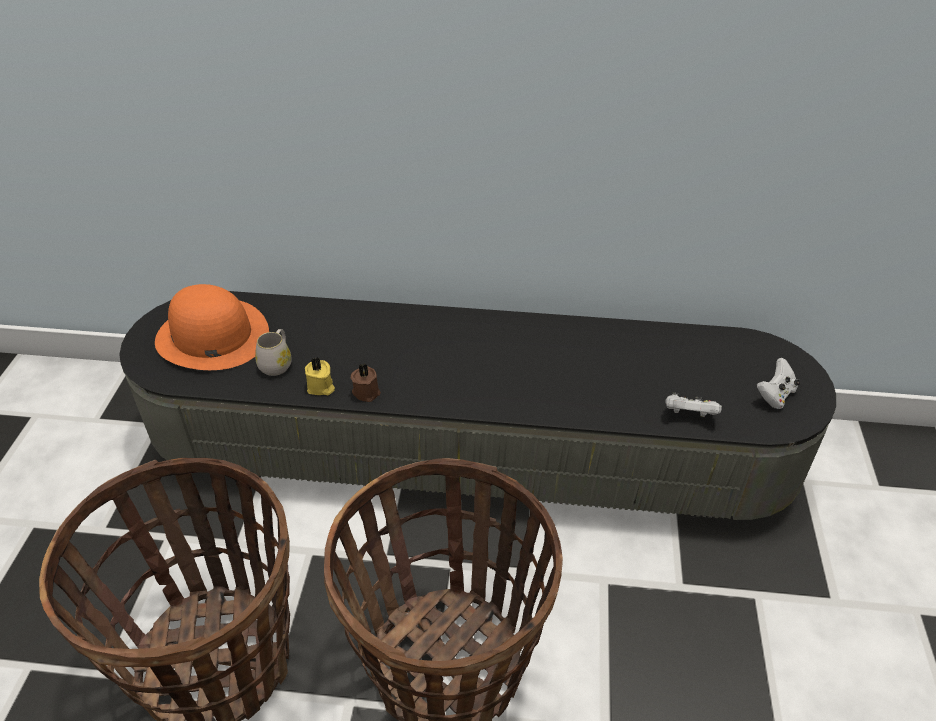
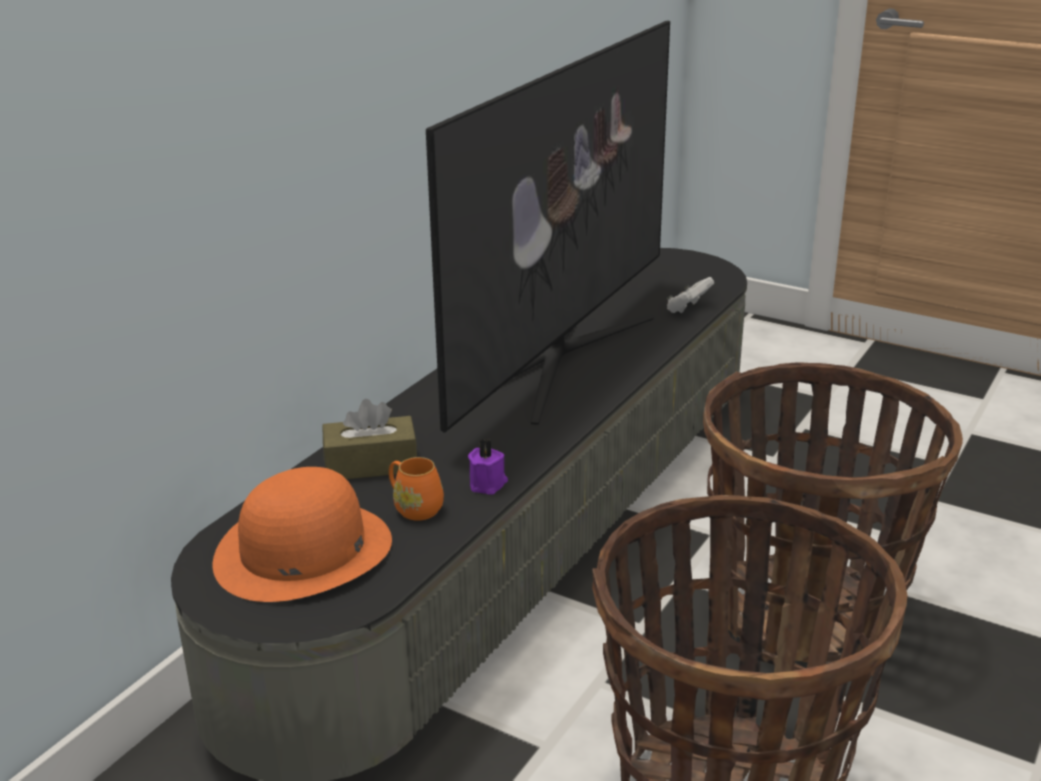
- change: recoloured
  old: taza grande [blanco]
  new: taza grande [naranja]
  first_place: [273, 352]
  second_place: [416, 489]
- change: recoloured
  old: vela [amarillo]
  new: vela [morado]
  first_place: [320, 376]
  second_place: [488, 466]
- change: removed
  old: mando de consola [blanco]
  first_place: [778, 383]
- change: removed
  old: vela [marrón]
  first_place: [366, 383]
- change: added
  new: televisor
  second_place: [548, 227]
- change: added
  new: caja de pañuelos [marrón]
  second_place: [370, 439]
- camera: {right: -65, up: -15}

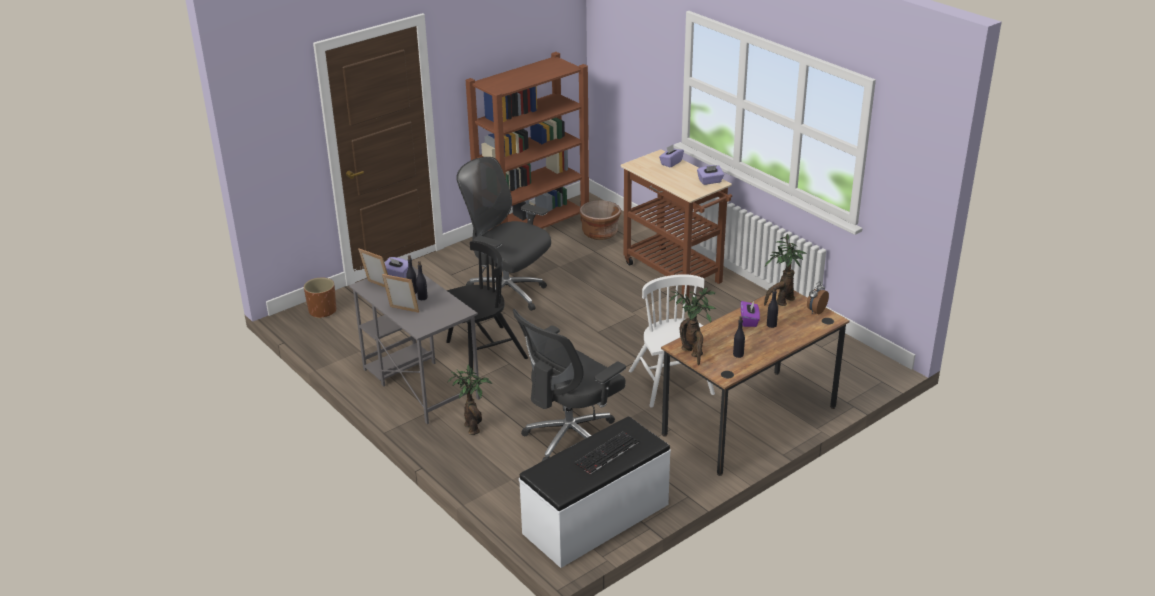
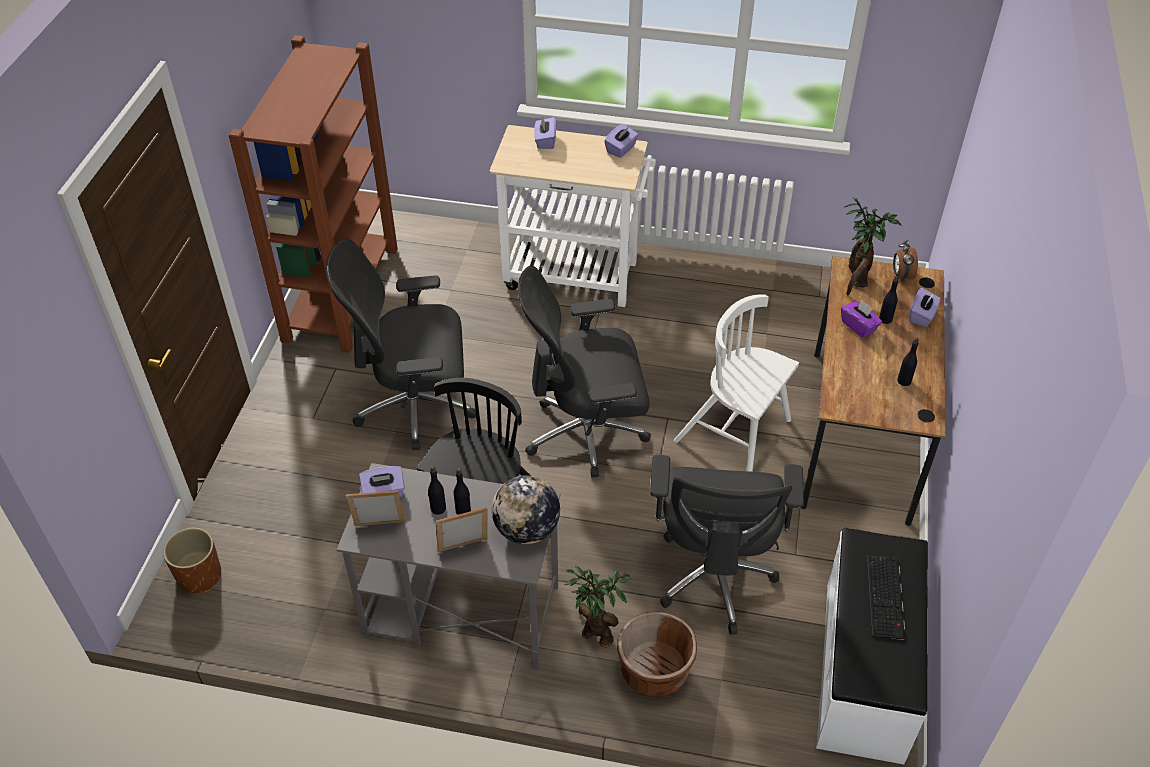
- change: recoloured
  old: carrito [marrón]
  new: carrito [blanco]
  first_place: [676, 223]
  second_place: [573, 216]
- change: moved
  old: maceta [marrón]
  first_place: [600, 220]
  second_place: [657, 653]
- change: removed
  old: planta en maceta
  first_place: [692, 326]
- change: added
  new: silla de oficina
  second_place: [584, 371]
- change: added
  new: caja de pañuelos [morado]
  second_place: [925, 307]
- change: added
  new: globo terráqueo
  second_place: [526, 509]
- camera: {right: -40, up: 15}

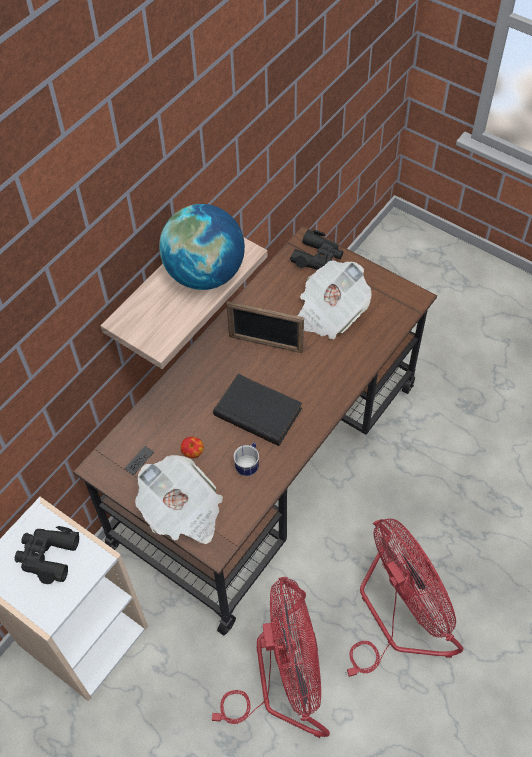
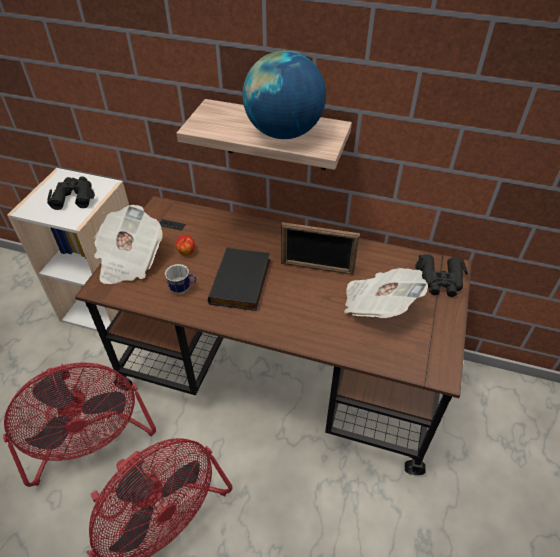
- change: turned
  old: portarretratos
  first_place: [265, 327]
  second_place: [320, 248]
  degrees: -75
- camera: {right: 70, up: -10}

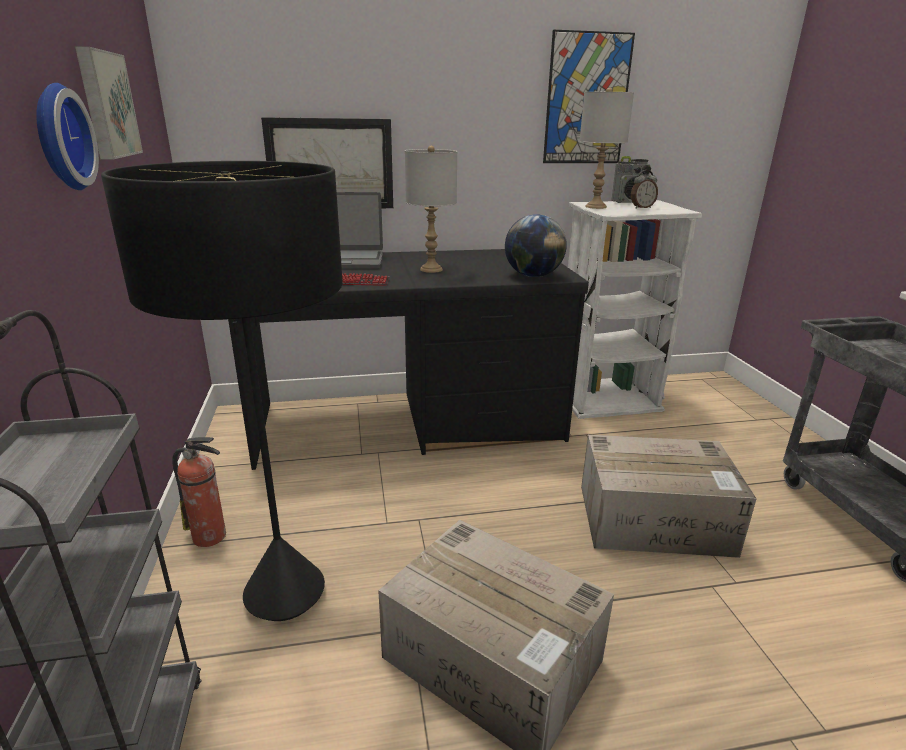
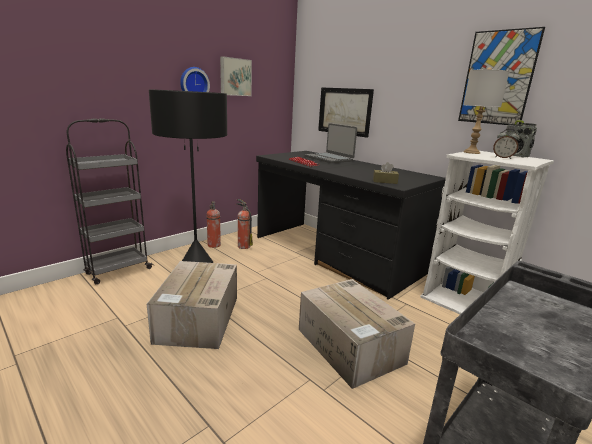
- change: removed
  old: lámpara de mesa [gris]
  first_place: [431, 209]
- change: replaced
  old: globo terráqueo
  new: caja de pañuelos [marrón]
  first_place: [536, 245]
  second_place: [386, 173]
- change: added
  new: extintor
  second_place: [245, 224]
- camera: {right: 55, up: -5}

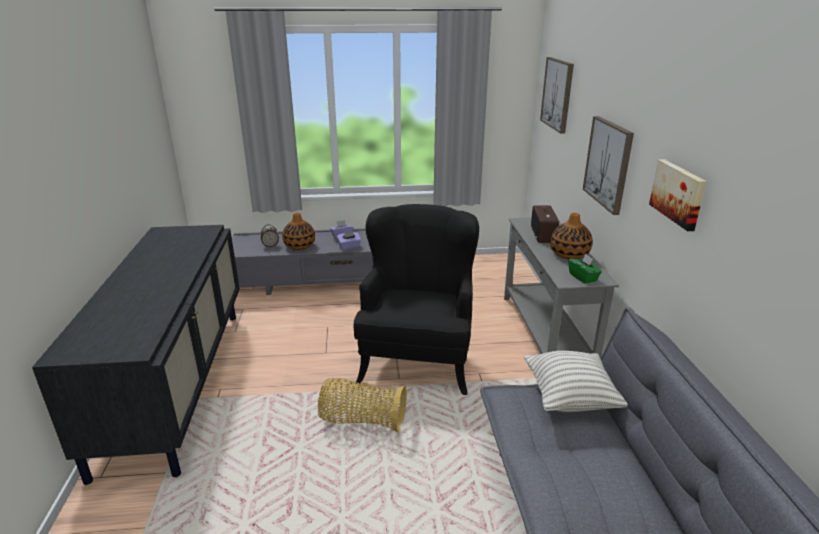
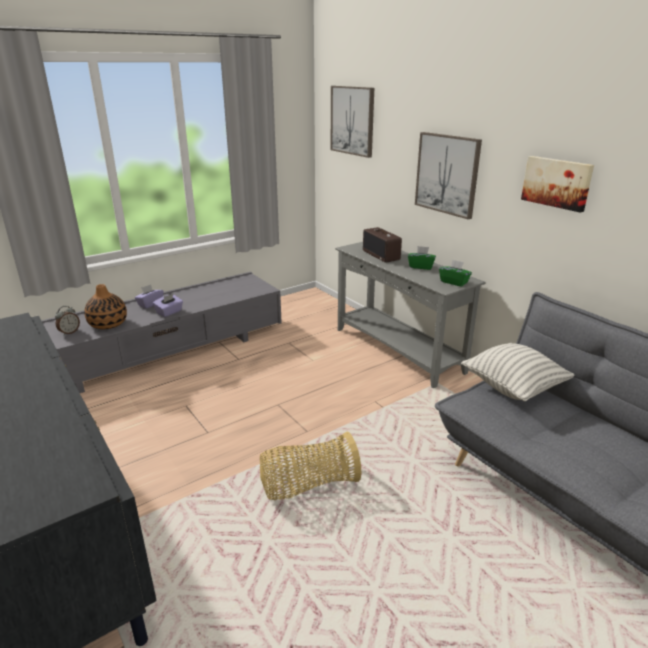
- change: removed
  old: sillón [negro]
  first_place: [416, 299]
- change: replaced
  old: florero
  new: caja de pañuelos [verde]
  first_place: [571, 236]
  second_place: [422, 258]
- camera: {right: -30, up: 0}

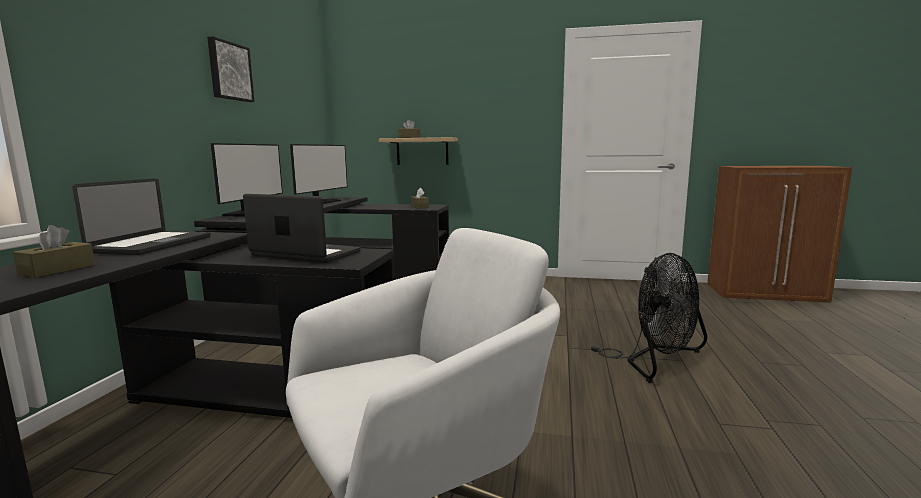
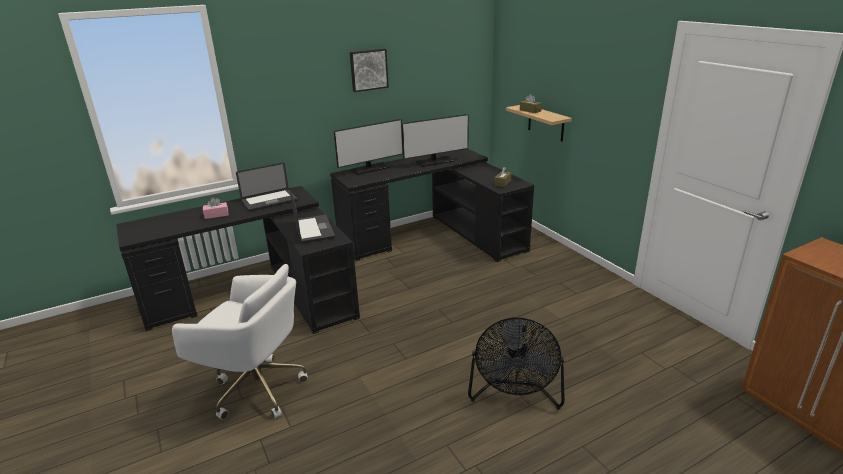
- change: recoloured
  old: caja de pañuelos [marrón]
  new: caja de pañuelos [rosa]
  first_place: [54, 251]
  second_place: [216, 208]
- camera: {right: 50, up: 15}

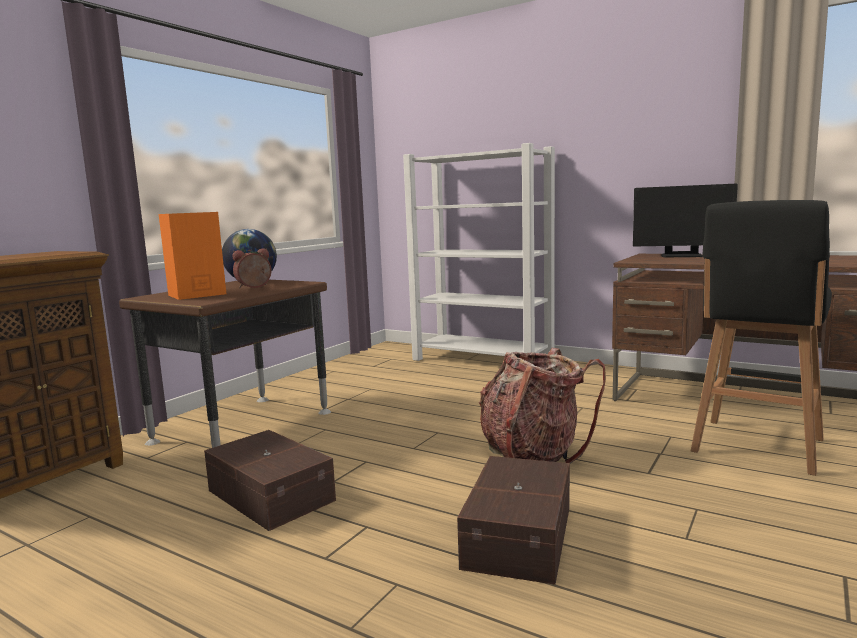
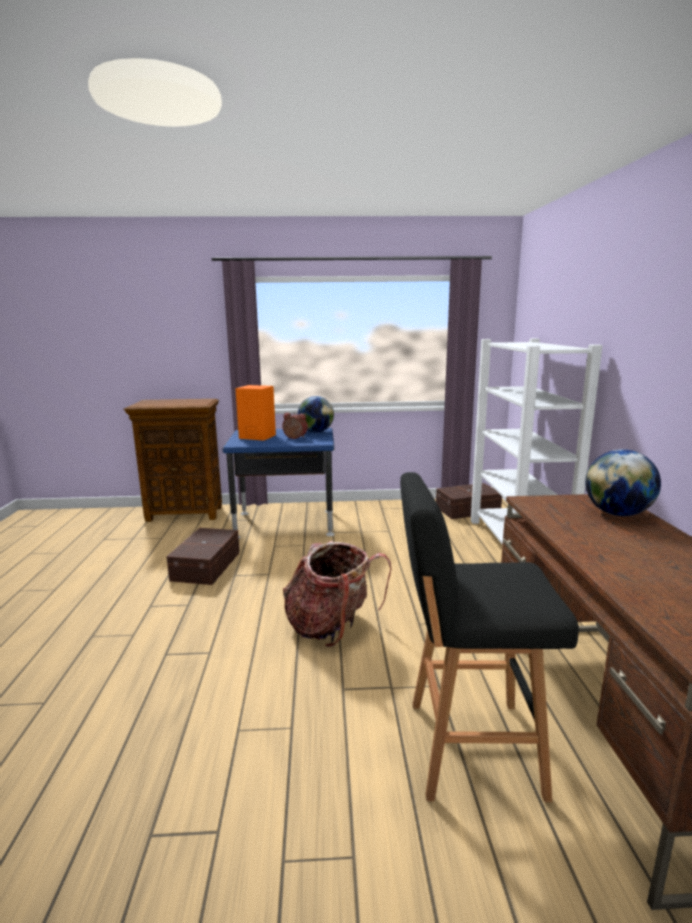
- change: replaced
  old: monitor
  new: globo terráqueo
  first_place: [685, 220]
  second_place: [623, 482]
- change: recoloured
  old: escritorio [marrón]
  new: escritorio [azul]
  first_place: [225, 364]
  second_place: [279, 483]
- change: moved
  old: caja de almacenaje [marrón]
  first_place: [513, 520]
  second_place: [469, 501]
- camera: {right: 55, up: 5}

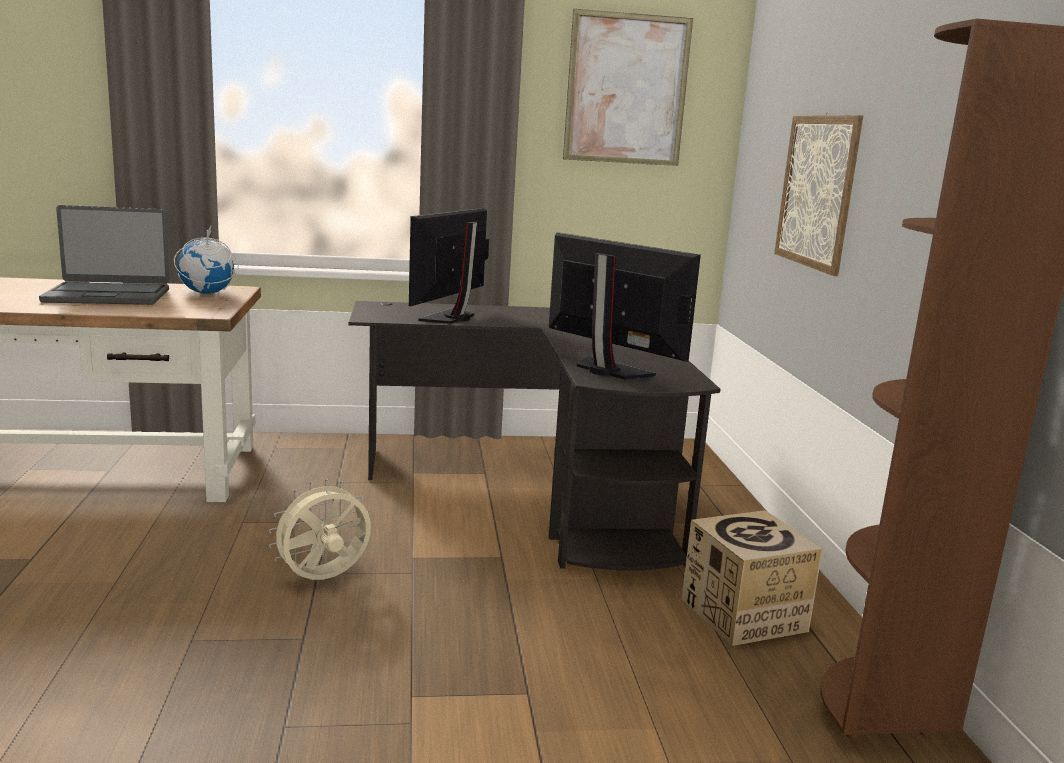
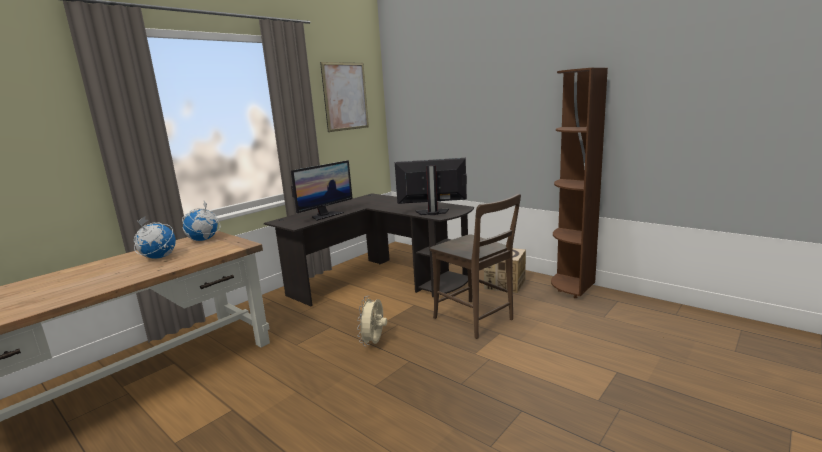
- change: removed
  old: cuadro
  first_place: [818, 194]
- change: replaced
  old: portátil
  new: globo terráqueo
  first_place: [104, 255]
  second_place: [155, 237]
- change: turned
  old: monitor
  first_place: [449, 266]
  second_place: [322, 190]
  degrees: -120
- change: added
  new: silla [marrón]
  second_place: [475, 266]
- camera: {right: -40, up: 0}

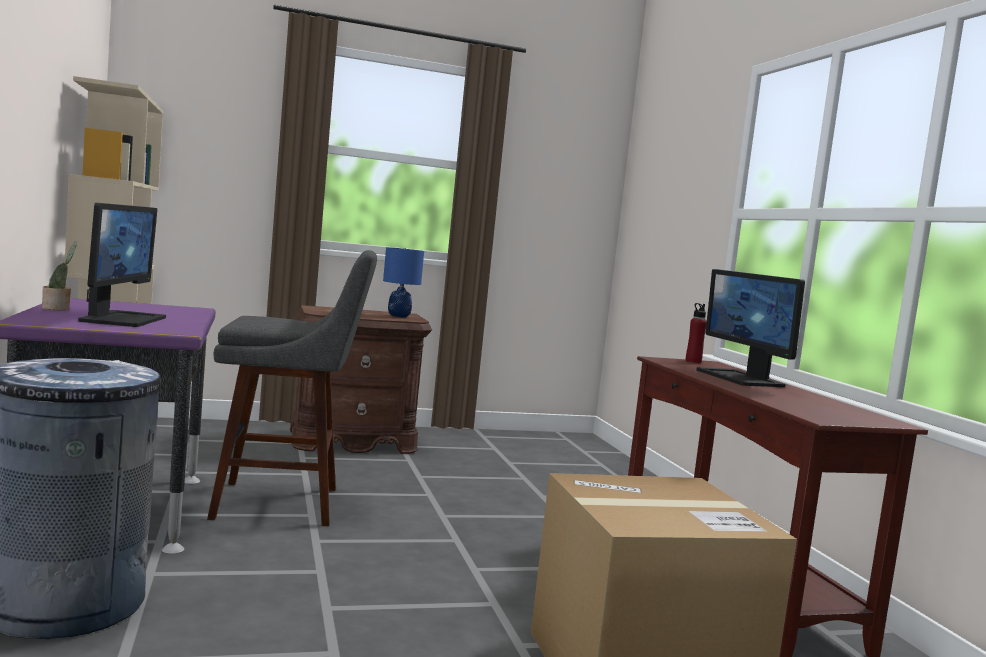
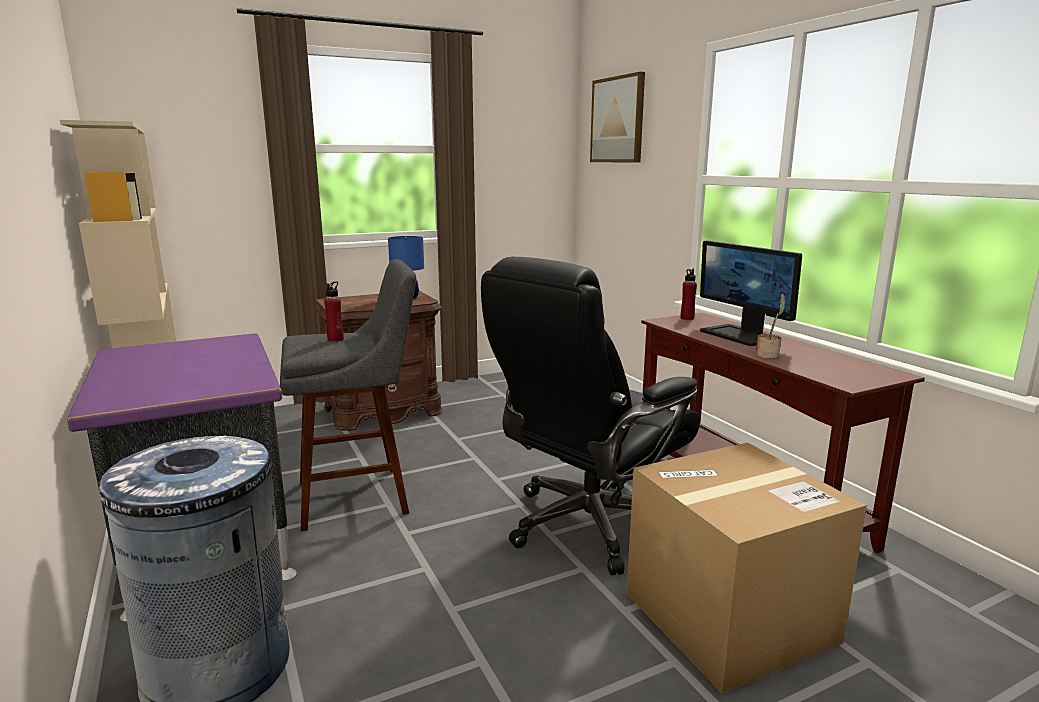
- change: removed
  old: monitor
  first_place: [122, 265]
- change: moved
  old: planta en maceta
  first_place: [59, 276]
  second_place: [770, 326]
- change: added
  new: cuadro
  second_place: [617, 117]
- change: added
  new: silla de oficina [negro]
  second_place: [590, 415]
- change: added
  new: botella [rojo]
  second_place: [334, 311]
- camera: {right: -10, up: 10}

